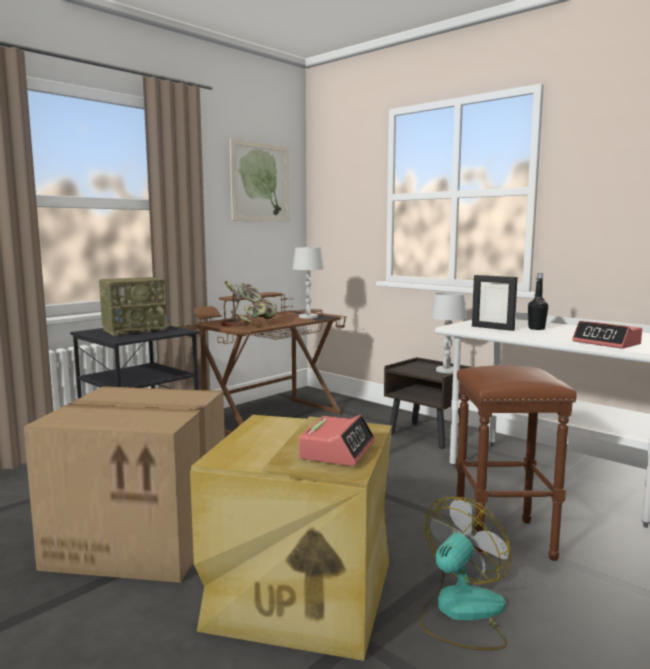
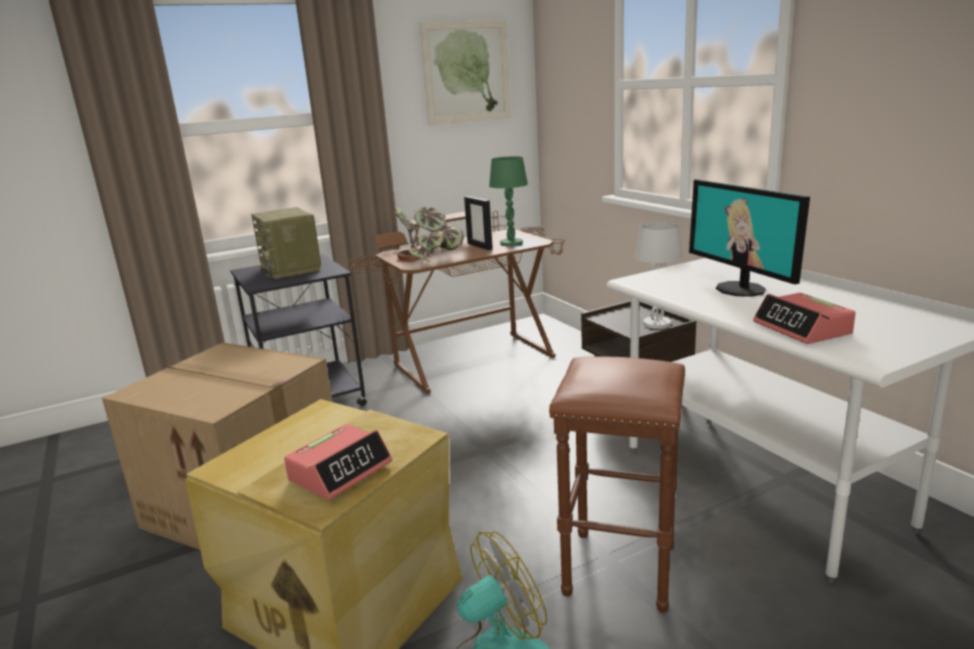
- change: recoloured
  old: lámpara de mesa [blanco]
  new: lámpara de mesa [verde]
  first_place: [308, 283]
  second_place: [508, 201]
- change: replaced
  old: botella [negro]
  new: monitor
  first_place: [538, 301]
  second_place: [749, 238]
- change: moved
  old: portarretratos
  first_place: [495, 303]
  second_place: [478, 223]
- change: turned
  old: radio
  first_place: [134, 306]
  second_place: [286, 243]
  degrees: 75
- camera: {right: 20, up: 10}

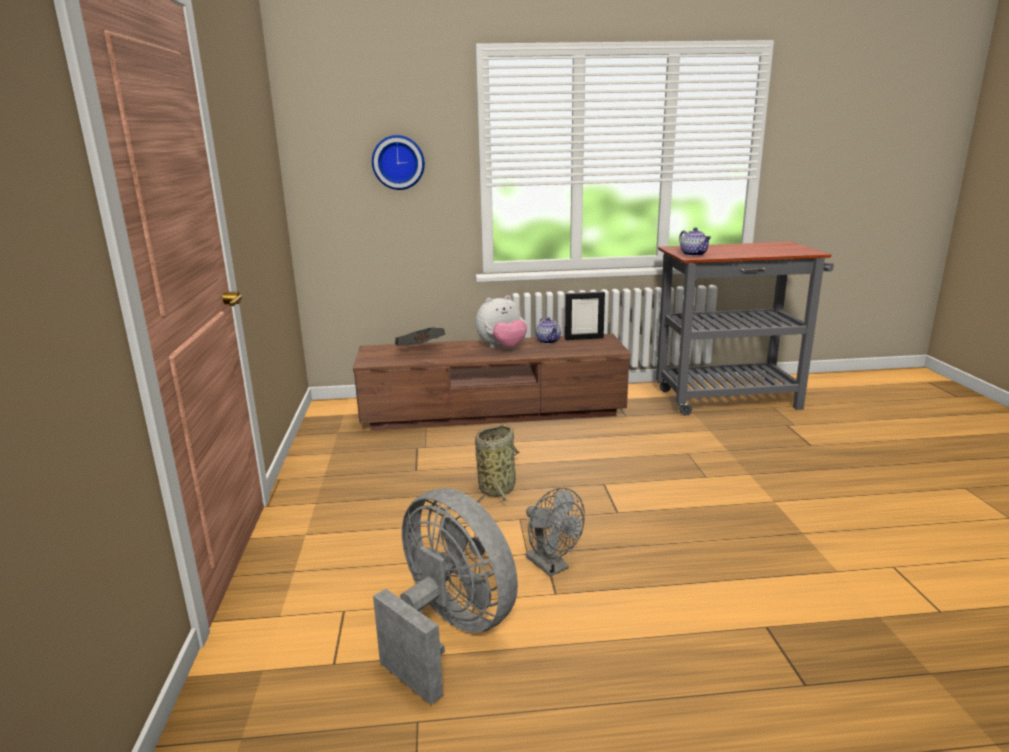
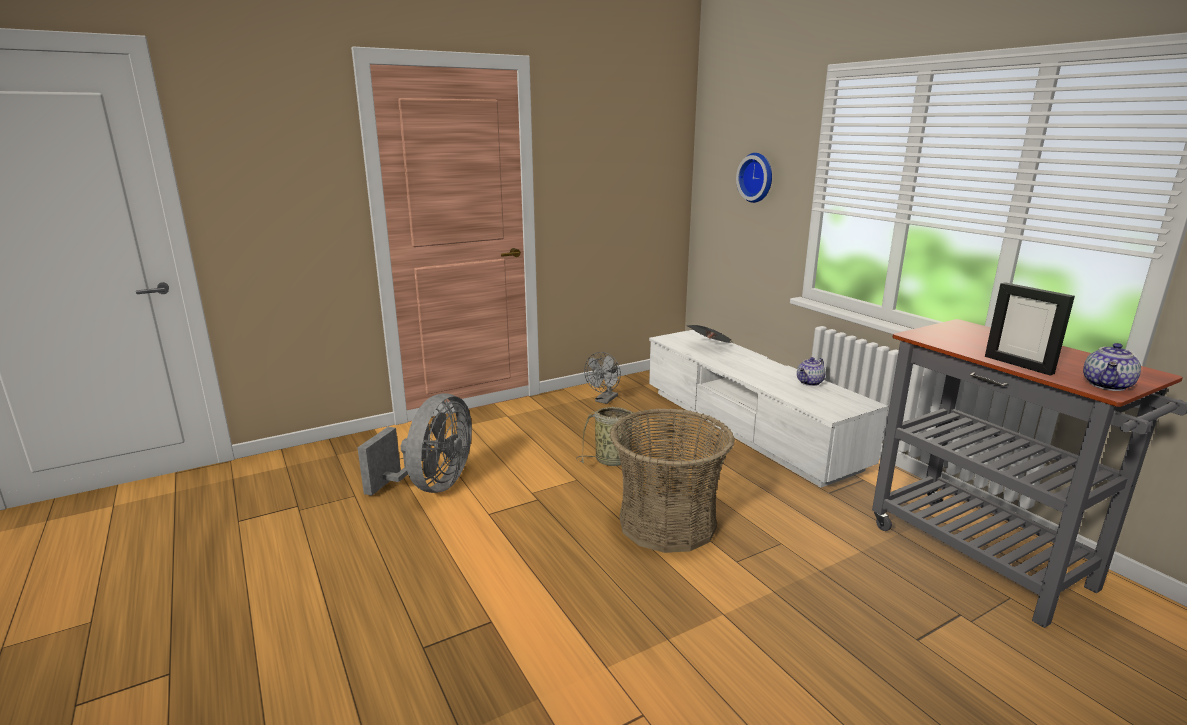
- change: moved
  old: tetera
  first_place: [695, 241]
  second_place: [1112, 367]
- change: moved
  old: portarretratos
  first_place: [585, 315]
  second_place: [1030, 329]
- change: removed
  old: peluche
  first_place: [501, 321]
- change: recoloured
  old: mueble de televisión [marrón]
  new: mueble de televisión [blanco]
  first_place: [492, 382]
  second_place: [768, 409]
- change: moved
  old: ventilador [gris]
  first_place: [555, 532]
  second_place: [602, 378]
- change: added
  new: cesta
  second_place: [672, 480]
- camera: {right: 65, up: 0}

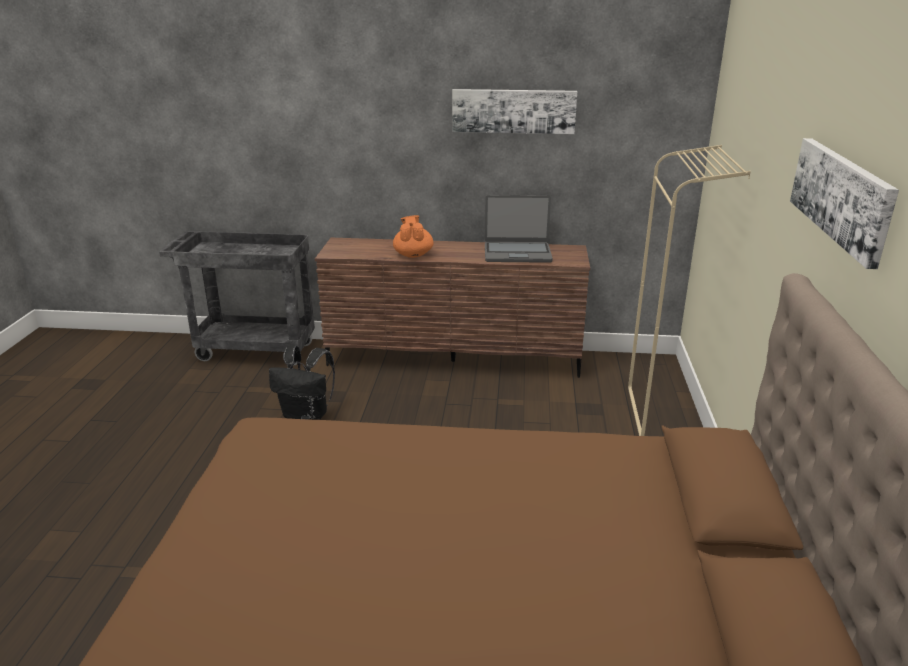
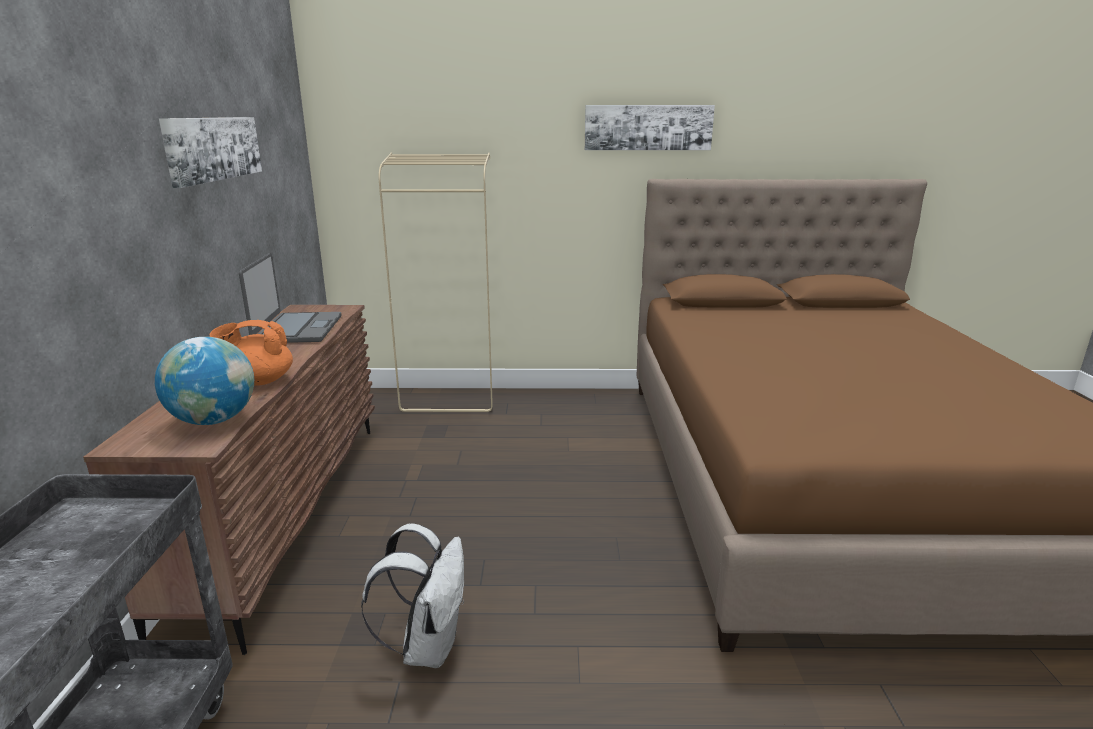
- change: recoloured
  old: mochila [negro]
  new: mochila [blanco]
  first_place: [302, 382]
  second_place: [412, 595]
- change: added
  new: globo terráqueo
  second_place: [204, 381]
- camera: {right: -95, up: -5}

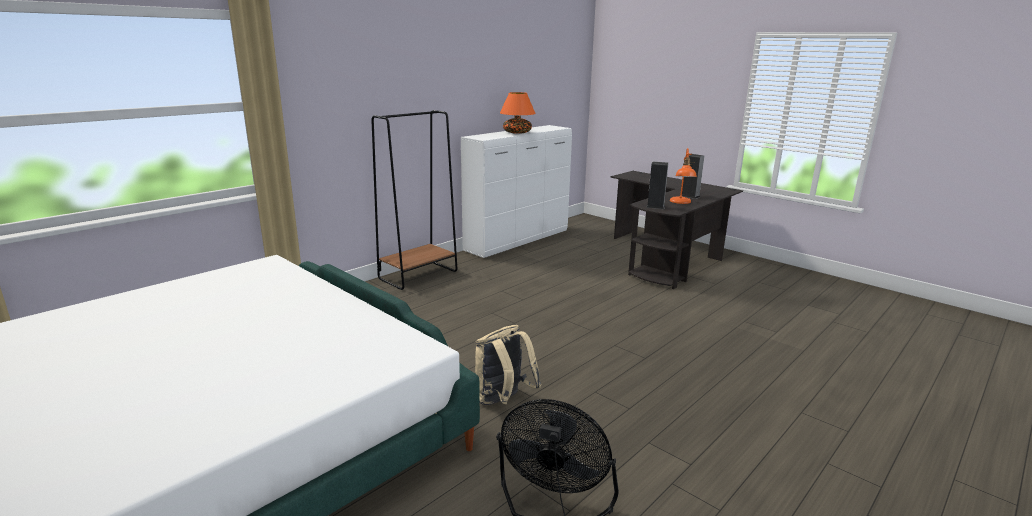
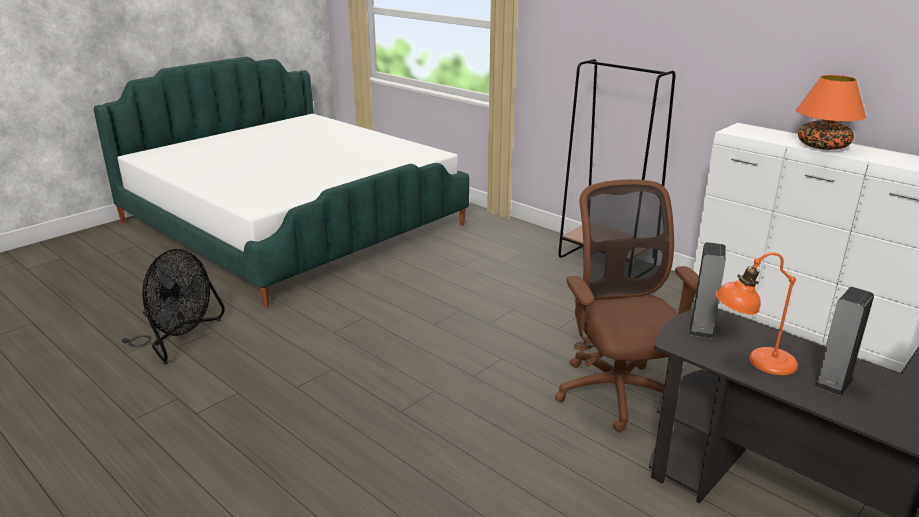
- change: removed
  old: mochila [beis]
  first_place: [508, 365]
- change: added
  new: silla de oficina [marrón]
  second_place: [627, 305]
- camera: {right: 90, up: 5}

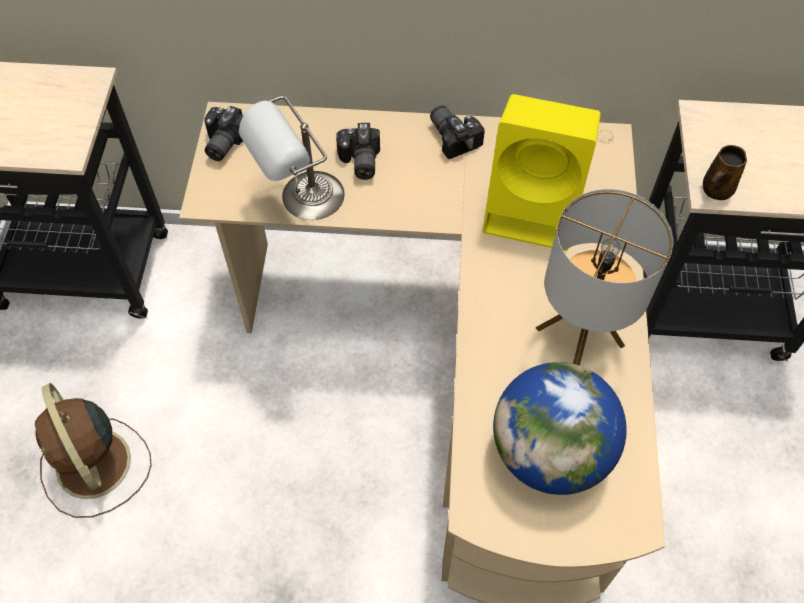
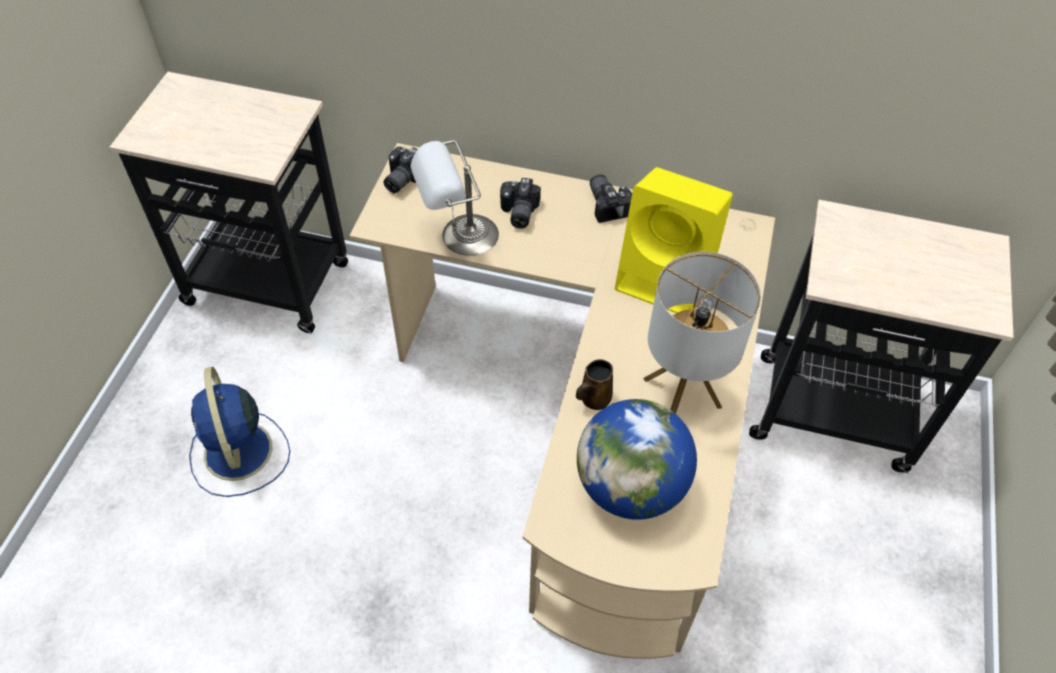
- change: moved
  old: taza grande [marrón]
  first_place: [725, 172]
  second_place: [594, 384]
- change: recoloured
  old: ventilador [marrón]
  new: ventilador [azul]
  first_place: [93, 450]
  second_place: [239, 432]
- camera: {right: 10, up: -5}

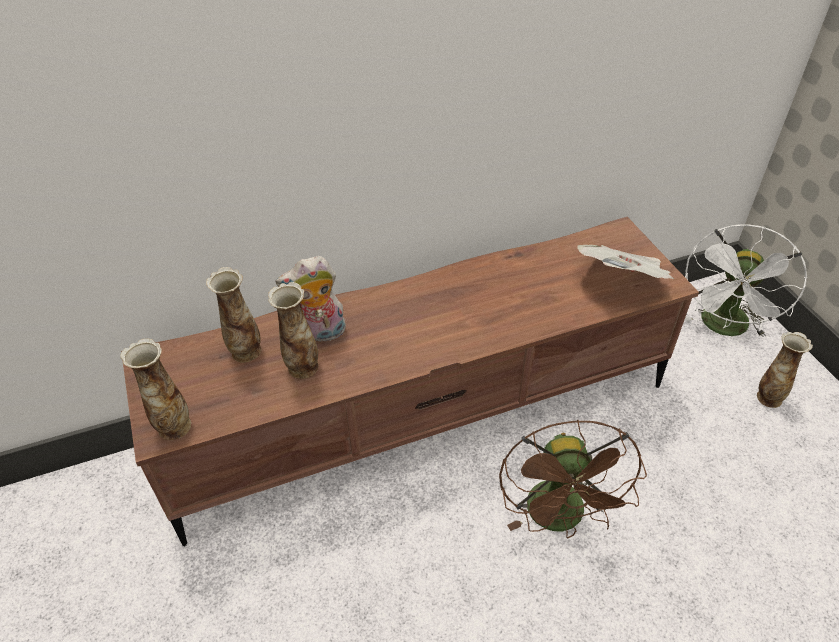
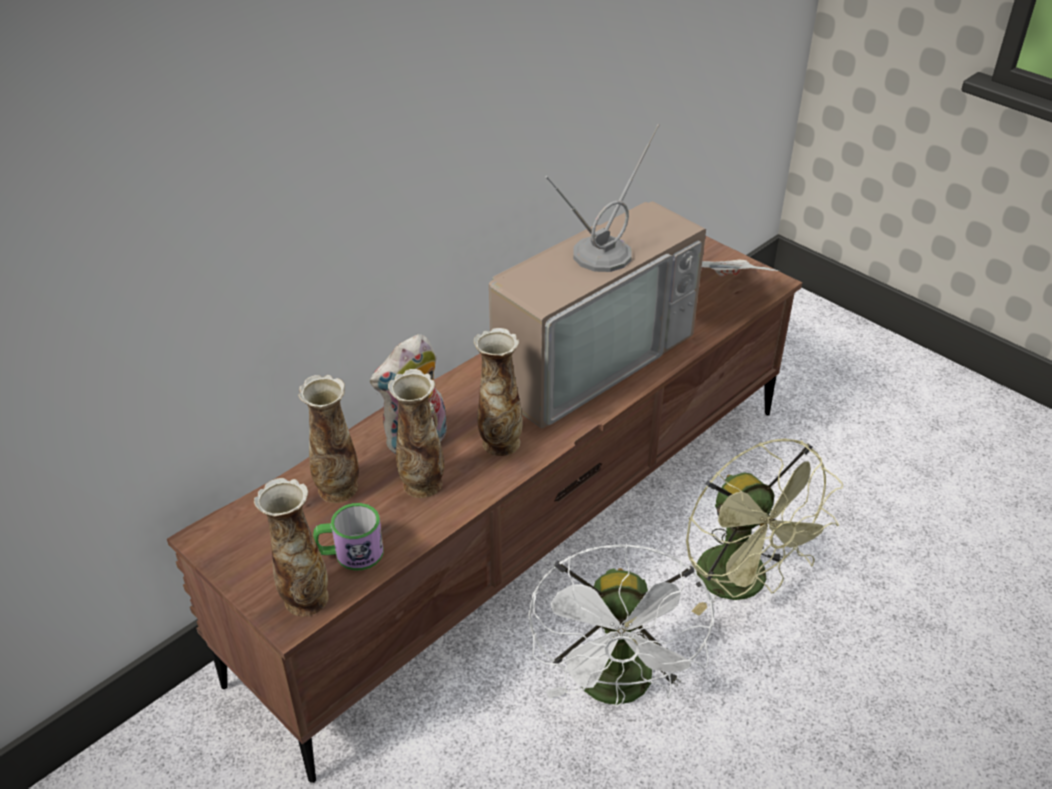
- change: moved
  old: ventilador [blanco]
  first_place: [746, 280]
  second_place: [621, 625]
- change: moved
  old: florero
  first_place: [785, 370]
  second_place: [498, 392]
- change: recoloured
  old: ventilador [marrón]
  new: ventilador [verde]
  first_place: [573, 479]
  second_place: [764, 527]
- change: added
  new: televisor
  second_place: [597, 276]
- change: added
  new: taza grande
  second_place: [348, 537]
- camera: {right: -25, up: -5}

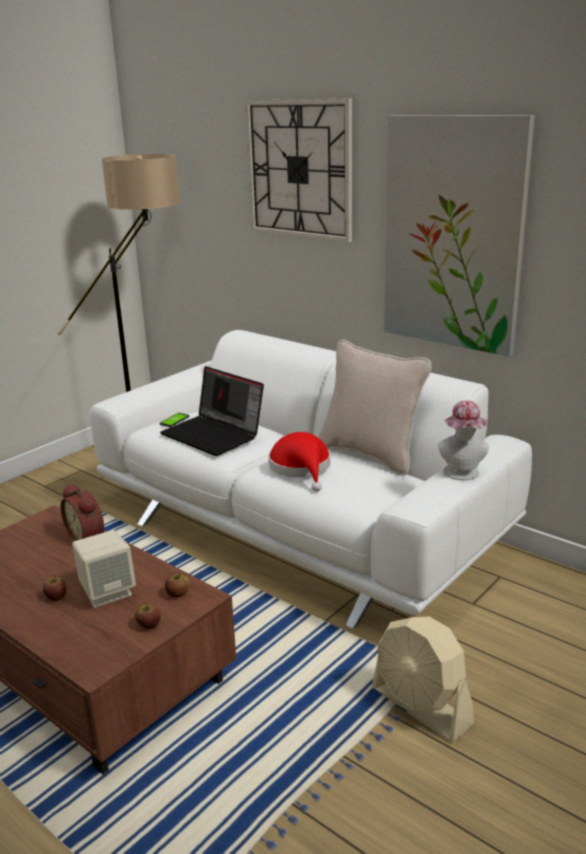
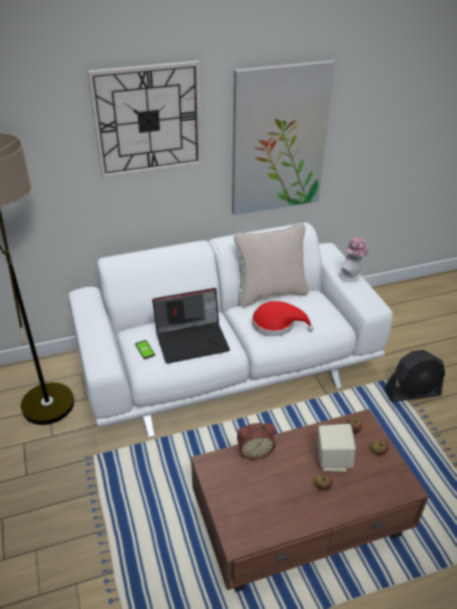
- change: recoloured
  old: ventilador [beis]
  new: ventilador [negro]
  first_place: [423, 679]
  second_place: [415, 376]
- camera: {right: -60, up: 15}

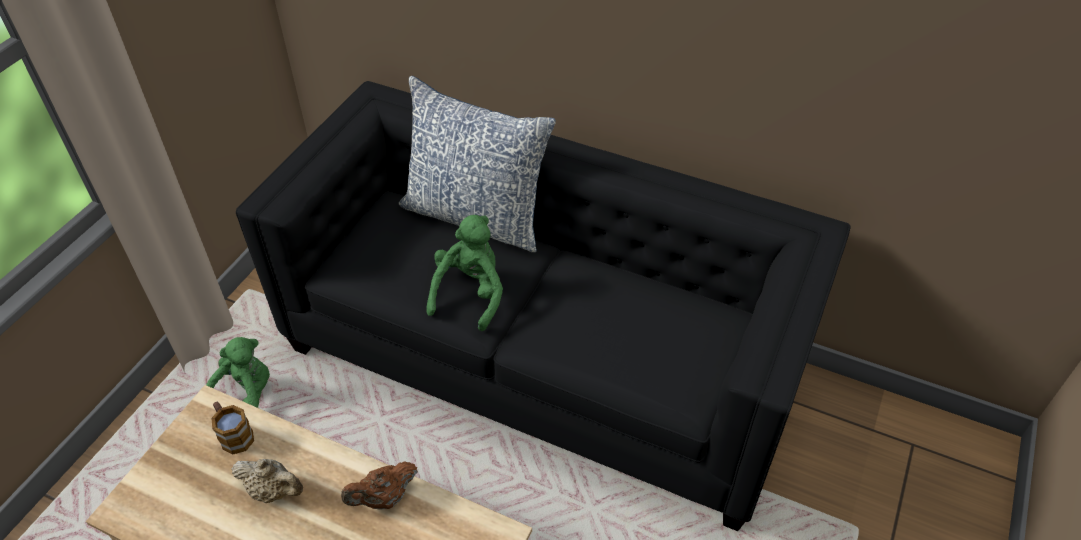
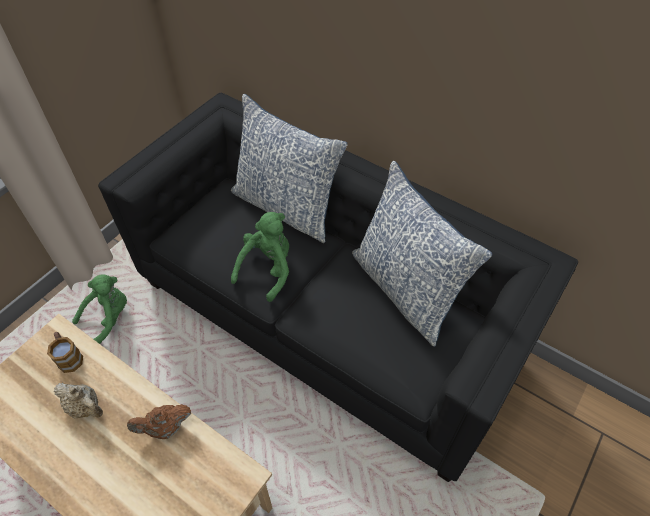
- change: added
  new: cojín
  second_place: [422, 254]
- camera: {right: 10, up: 5}

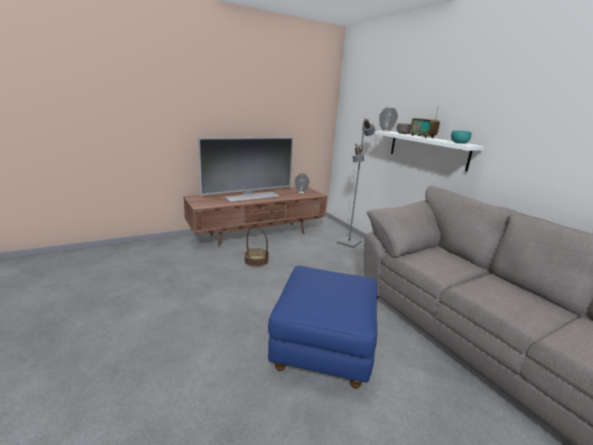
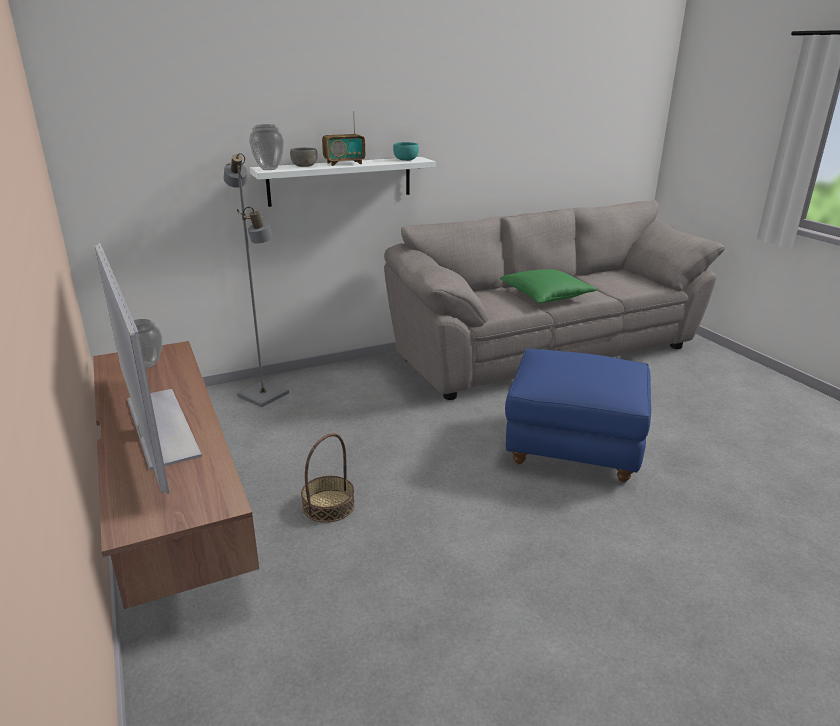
- change: added
  new: cojín [verde]
  second_place: [548, 286]
- camera: {right: -85, up: 5}

